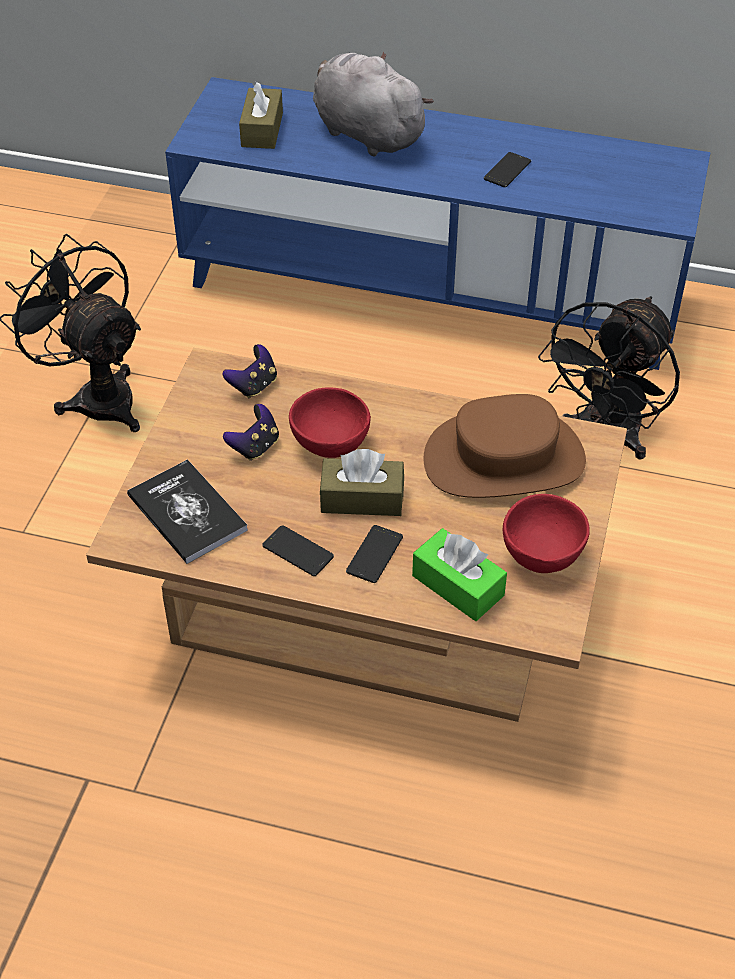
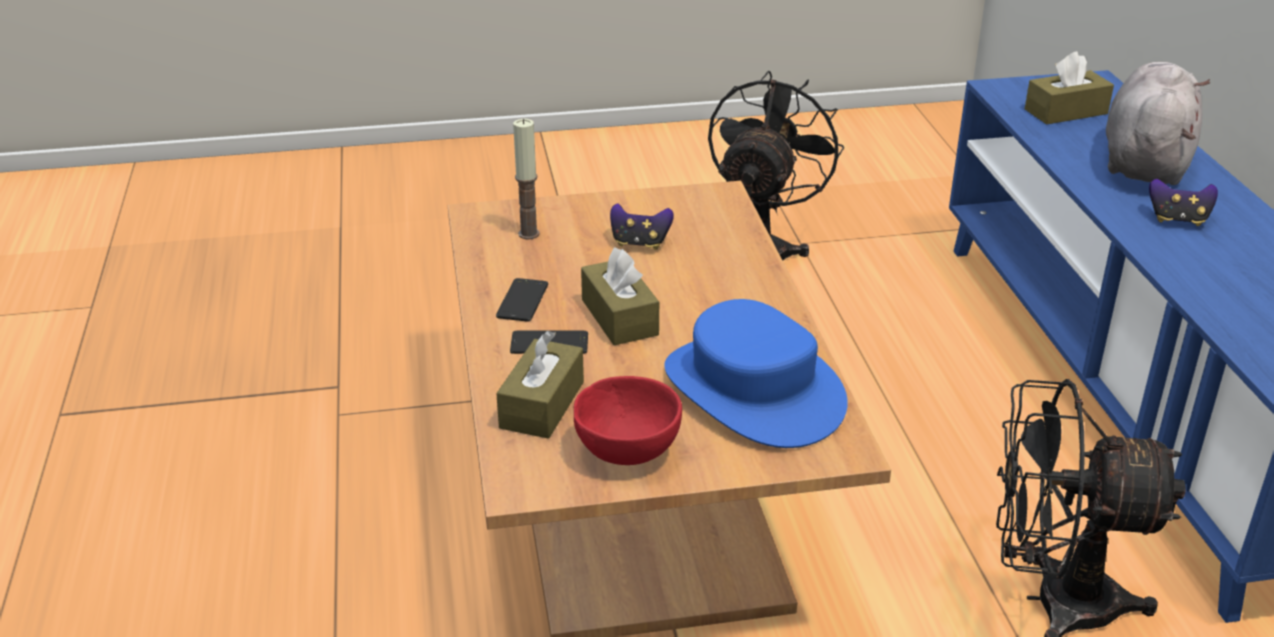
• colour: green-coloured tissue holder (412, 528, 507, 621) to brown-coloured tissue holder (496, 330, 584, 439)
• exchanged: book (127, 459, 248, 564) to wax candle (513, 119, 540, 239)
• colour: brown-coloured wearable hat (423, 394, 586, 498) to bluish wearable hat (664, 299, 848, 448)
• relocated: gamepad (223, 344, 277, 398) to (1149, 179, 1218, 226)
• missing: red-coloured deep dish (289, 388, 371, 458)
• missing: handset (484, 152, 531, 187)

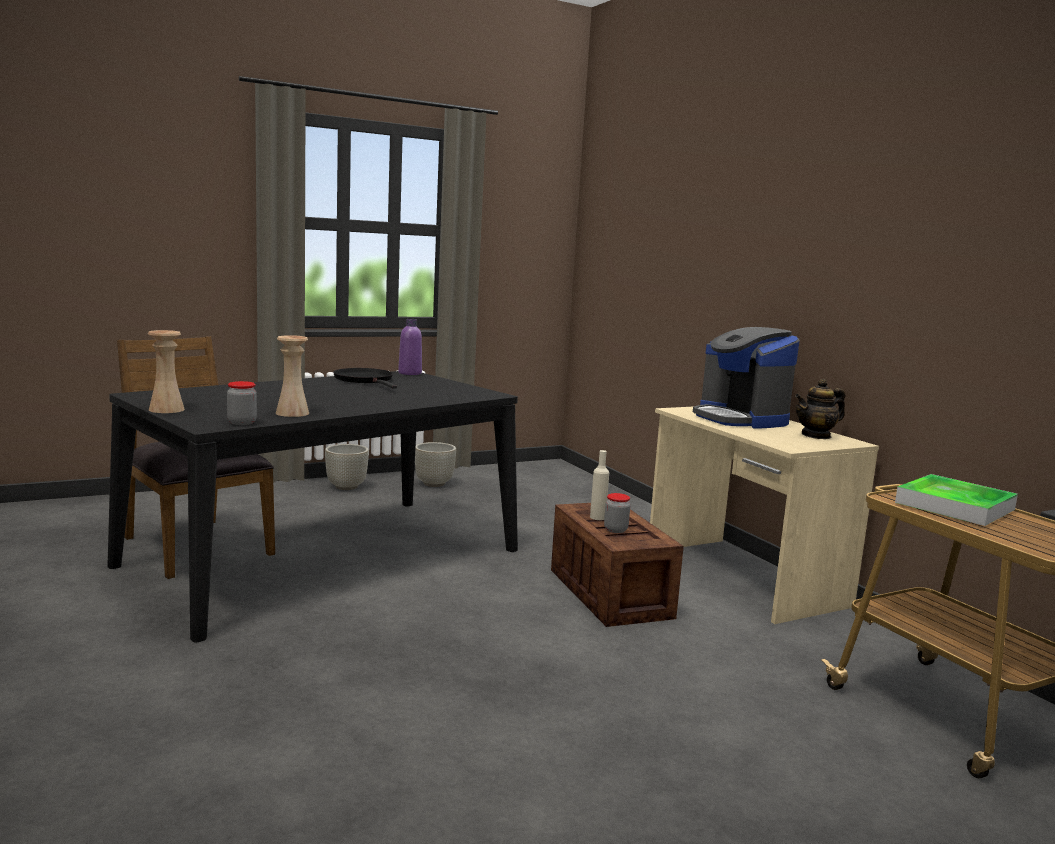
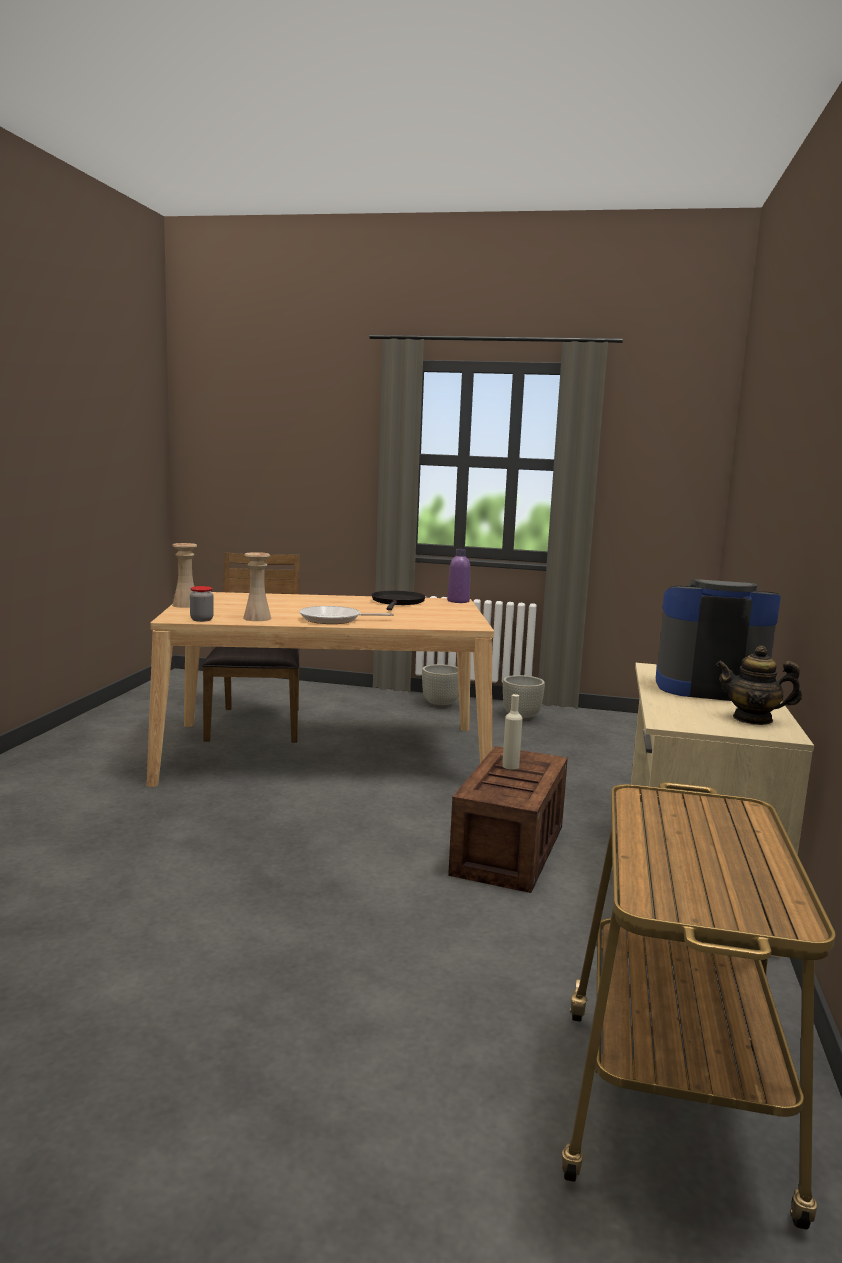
• colour: black-coloured kitchen table (107, 371, 518, 643) to sand-coloured kitchen table (147, 592, 494, 787)
• appeared: pan (299, 606, 394, 624)
• spun: coffee machine (693, 327, 800, 429) = (656, 579, 781, 701) 90 degrees clockwise
• missing: jar (604, 493, 630, 533)
• missing: carrying tray (895, 474, 1018, 526)

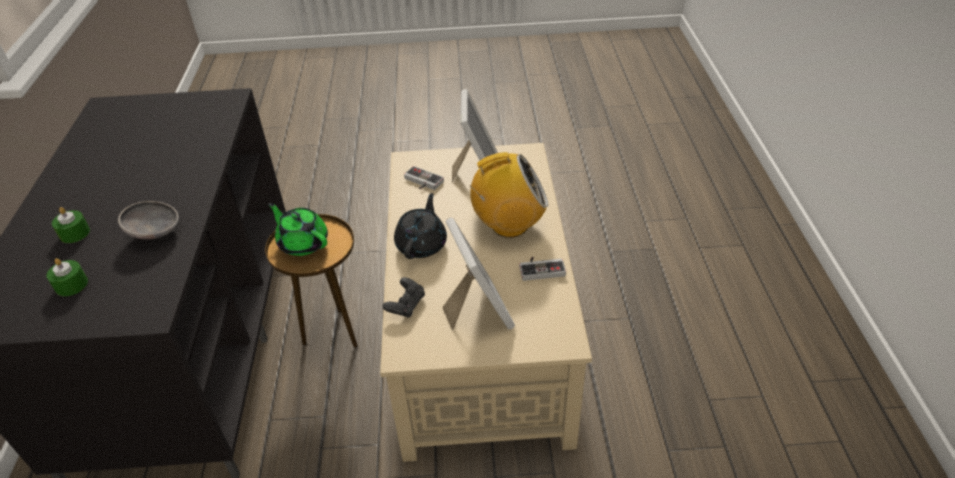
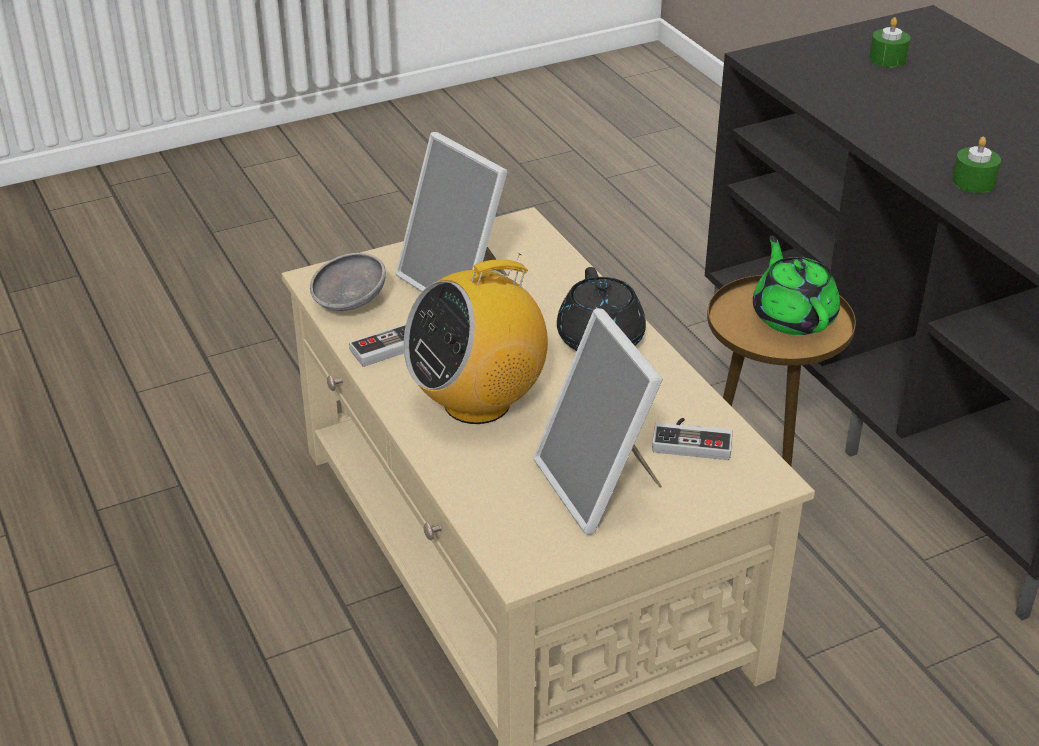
• relocated: gray deep dish (118, 201, 179, 239) to (310, 253, 386, 311)
• spun: green-coloured pot for tea (268, 203, 328, 256) = (753, 236, 840, 335) 120 degrees counterclockwise
• relocated: green-coloured wax candle (52, 207, 90, 243) to (952, 136, 1001, 193)
• missing: black-coloured gamepad (383, 277, 425, 318)

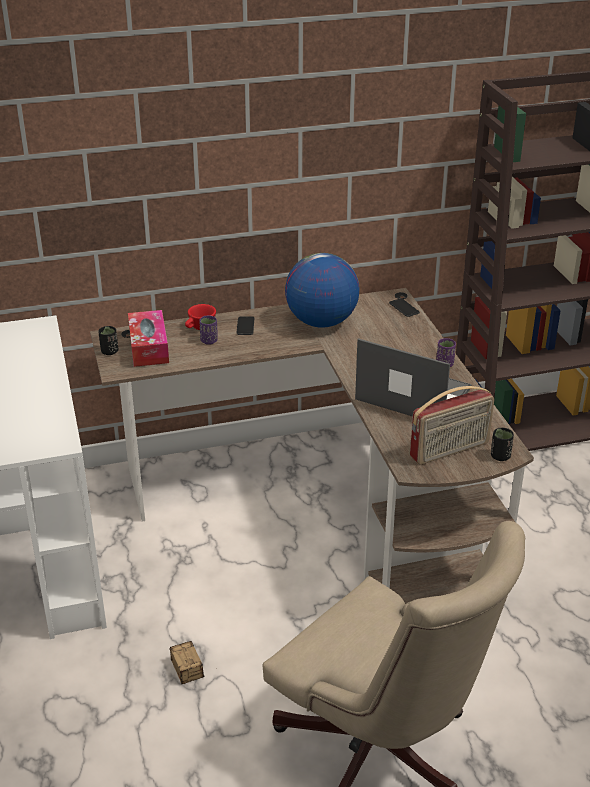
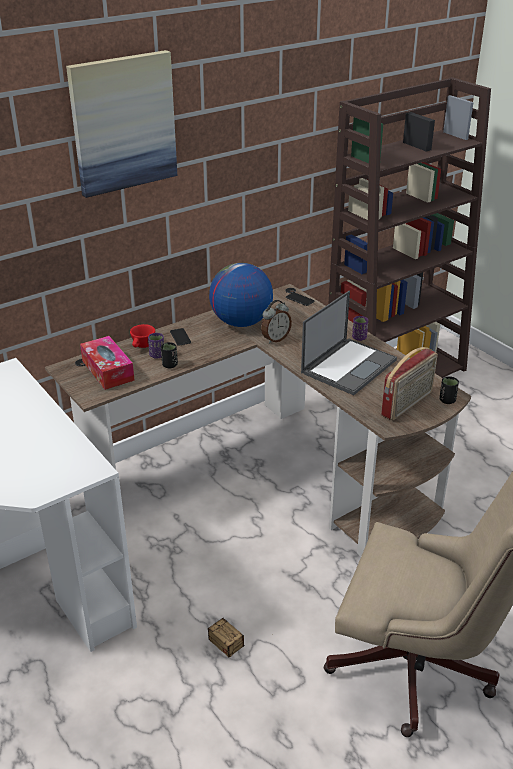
• appeared: wall art (66, 50, 177, 198)
• relocated: black-coloured drinking cup (98, 326, 118, 355) to (161, 342, 178, 369)
• appeared: alarm clock (261, 300, 292, 344)
• spun: laptop (355, 338, 472, 417) = (301, 291, 397, 395) 120 degrees clockwise

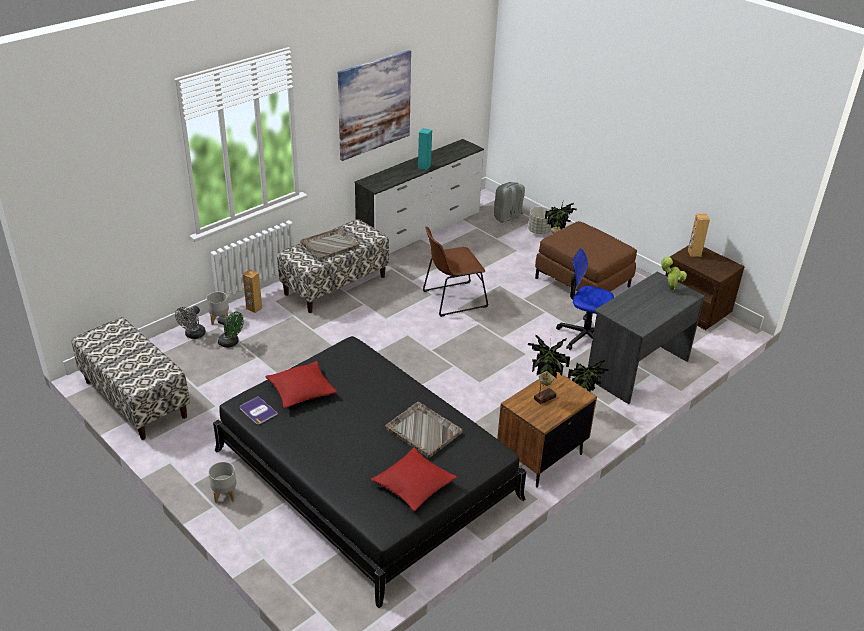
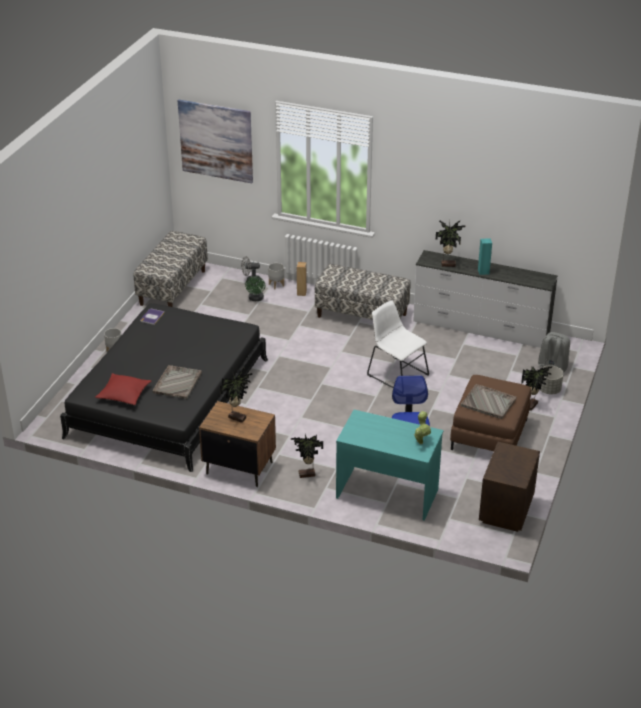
• relocated: wall art (338, 50, 411, 161) to (178, 100, 253, 183)
• colour: gray desk (588, 271, 705, 404) to blue-green desk (336, 410, 444, 521)
• colour: brown-coloured plain chair (423, 226, 489, 317) to white-coloured plain chair (367, 300, 430, 388)
• appeared: plant in a pot (436, 218, 465, 267)
• relocated: gray carrying tray (300, 228, 359, 261) to (461, 384, 517, 419)
• missing: red-coloured cushion (266, 361, 337, 409)
• missing: brown-coloured loudspeaker (688, 214, 710, 257)

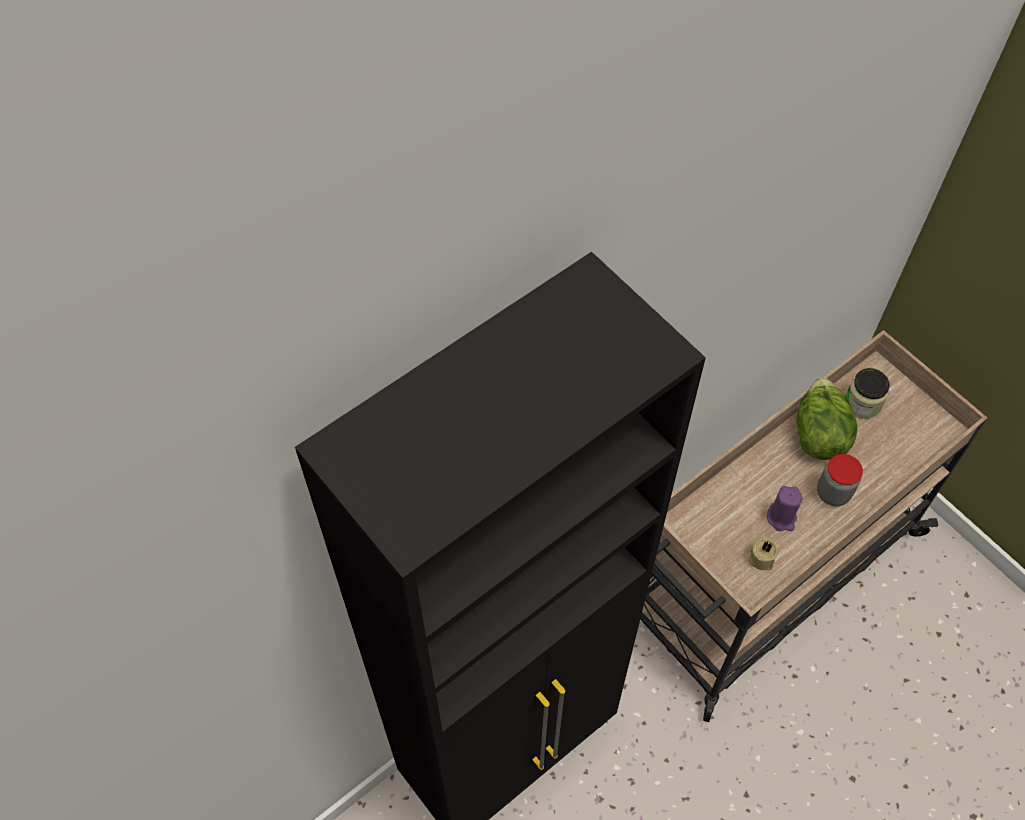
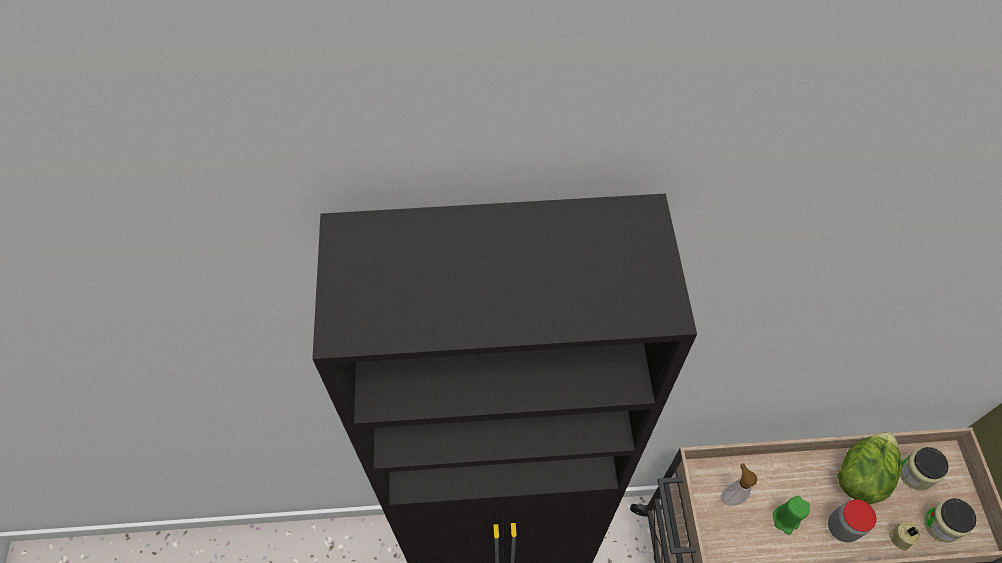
• appeared: liquid soap bottle (721, 463, 757, 506)
• colour: purplish wax candle (767, 486, 803, 531) to green-coloured wax candle (773, 496, 810, 535)
• relocated: sand-coloured wax candle (748, 538, 778, 570) to (889, 521, 921, 551)
• appeared: jar (923, 498, 976, 543)

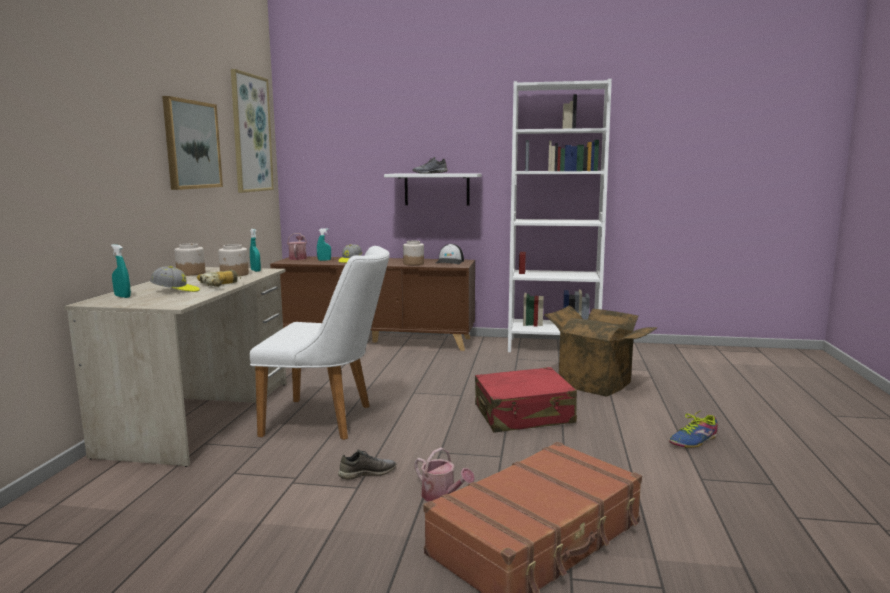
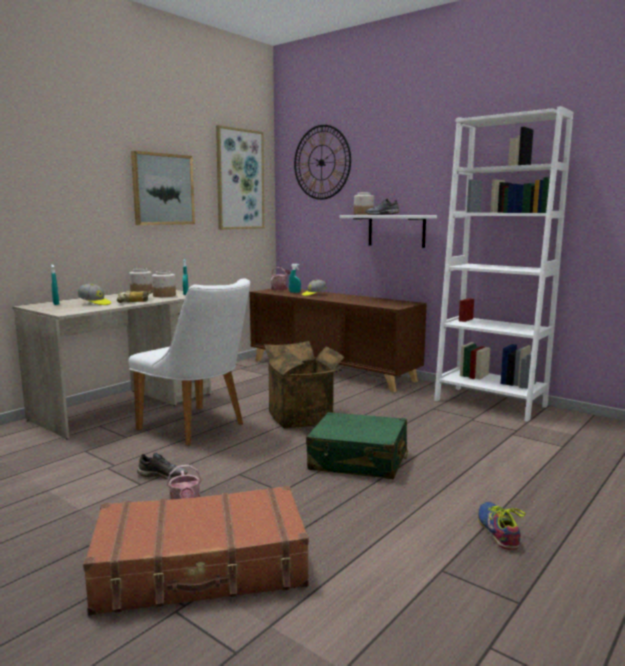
• relocated: cardboard box (543, 305, 658, 397) to (264, 341, 345, 428)
• appeared: hanging clock (294, 125, 351, 200)
• colour: red-coloured travel case (475, 367, 577, 433) to green-coloured travel case (306, 412, 408, 479)
• relocated: jar (403, 241, 424, 265) to (354, 192, 374, 215)
• spun: item of footwear (669, 409, 718, 448) = (478, 502, 525, 550) 90 degrees clockwise
• missing: cap (436, 244, 464, 264)

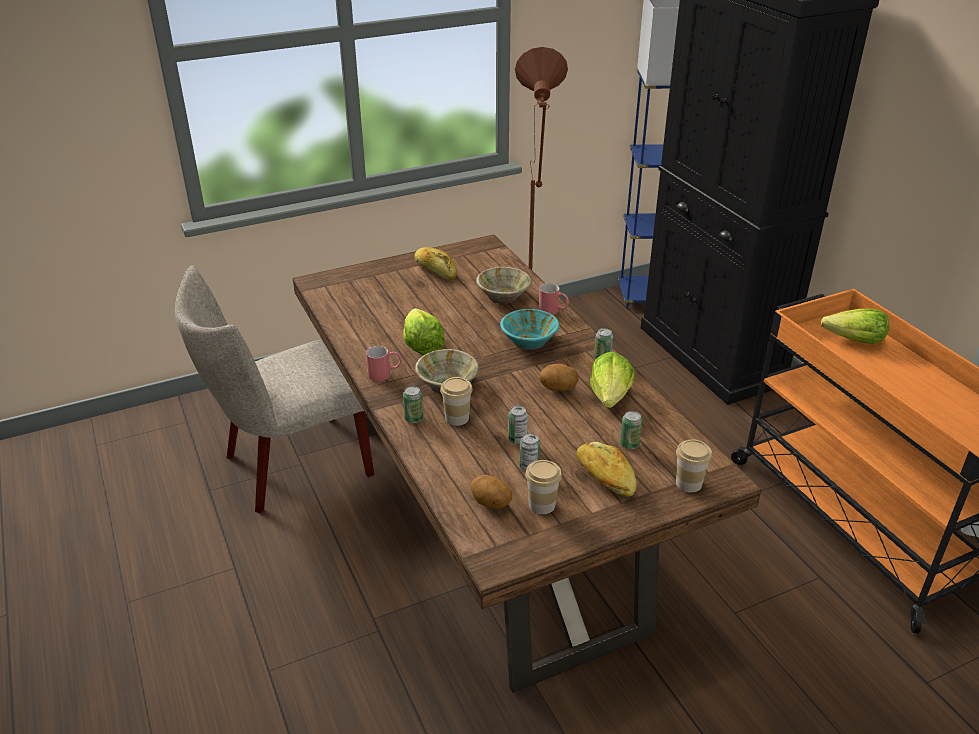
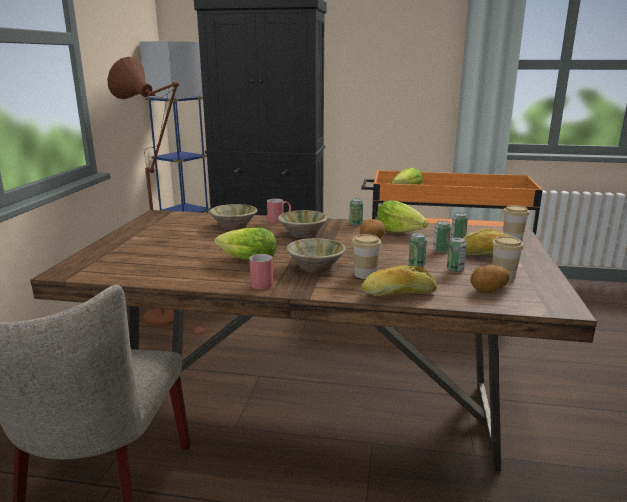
• colour: blue-green deep dish (500, 309, 559, 350) to sand-coloured deep dish (278, 210, 328, 238)
• relocated: bread (415, 247, 457, 280) to (361, 265, 437, 296)
• relocated: metal can (403, 386, 423, 423) to (433, 221, 451, 252)

